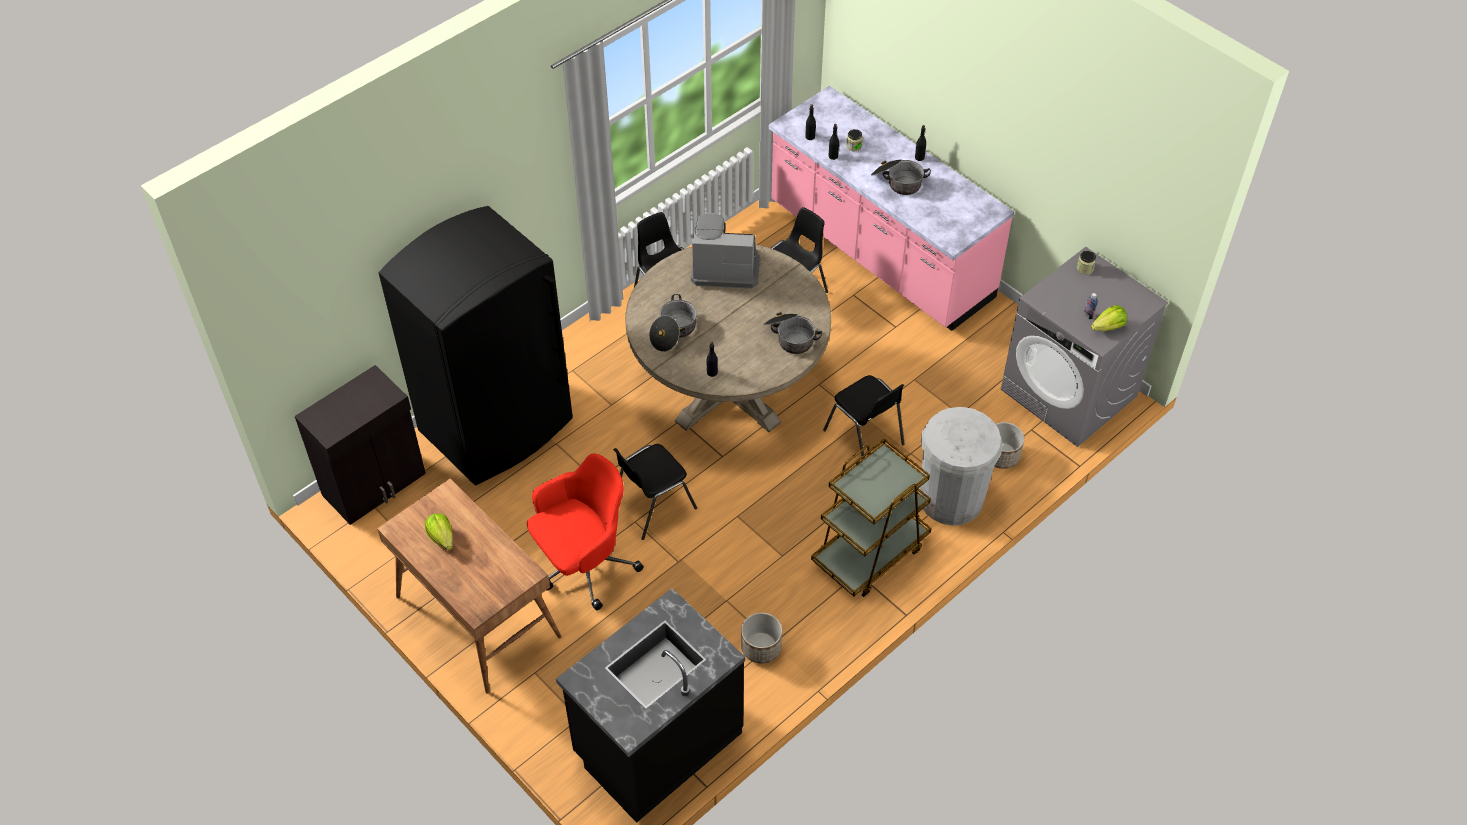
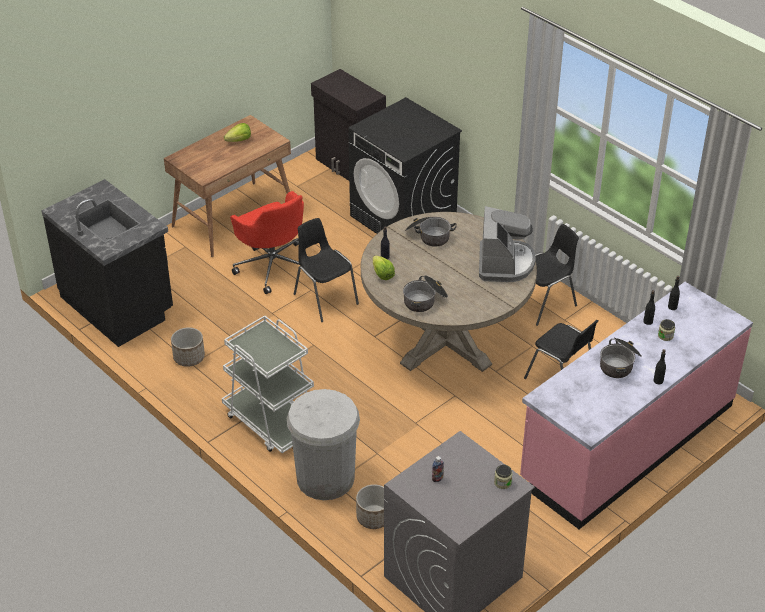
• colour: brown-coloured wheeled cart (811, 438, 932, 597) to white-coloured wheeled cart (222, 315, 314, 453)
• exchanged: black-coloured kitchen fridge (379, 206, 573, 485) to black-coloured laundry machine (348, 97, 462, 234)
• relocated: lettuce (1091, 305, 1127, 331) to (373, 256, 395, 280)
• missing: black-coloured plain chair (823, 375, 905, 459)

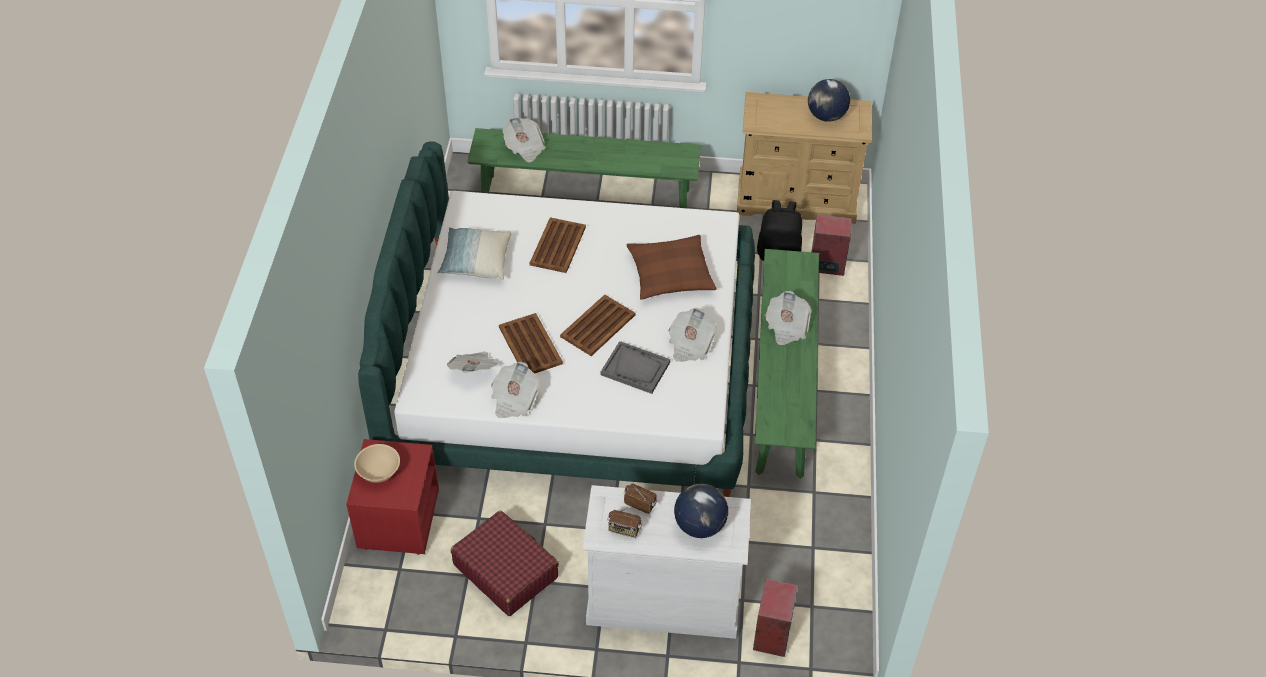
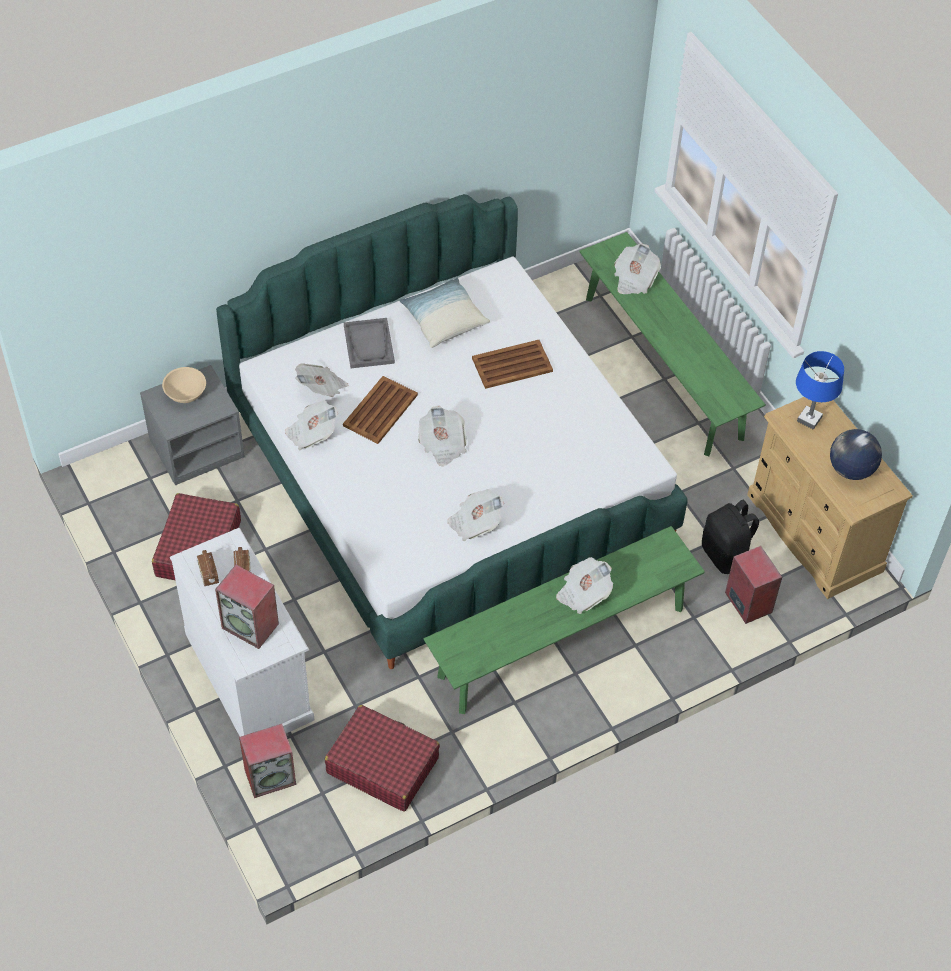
• colour: red-coloured night table (346, 439, 439, 555) to gray night table (140, 365, 245, 486)
• exchanged: globe (674, 484, 728, 538) to loudspeaker (215, 565, 279, 649)
• appeared: red-coloured travel case (325, 705, 440, 811)
• relocated: gray carrying tray (601, 341, 670, 394) to (344, 318, 395, 368)
• exchanged: brown-coloured carrying tray (560, 295, 635, 356) to printed paper (418, 406, 467, 467)
• appeared: bluish lamp for a table (796, 351, 844, 430)
• missing: brown-coloured cushion (626, 235, 716, 300)

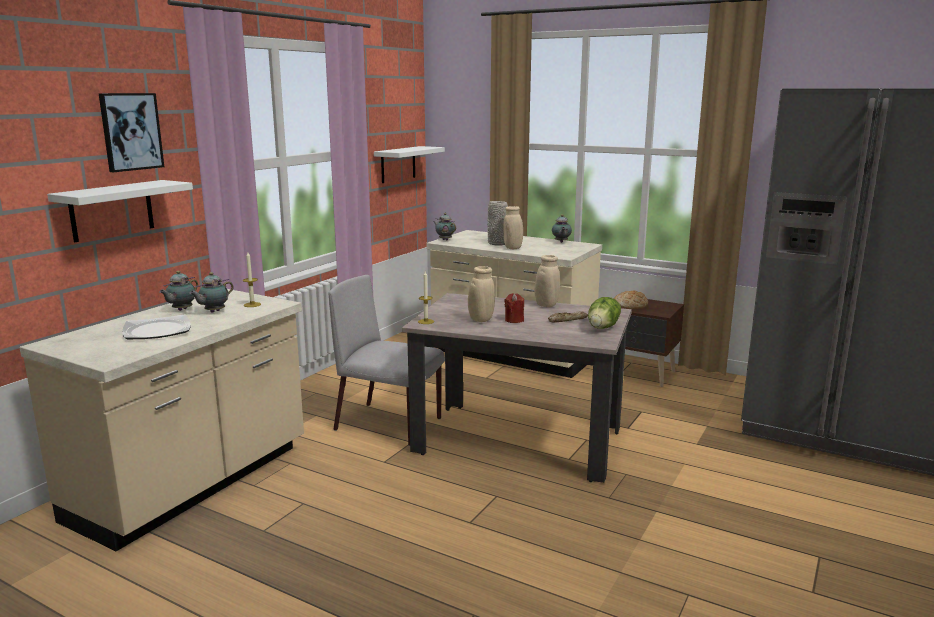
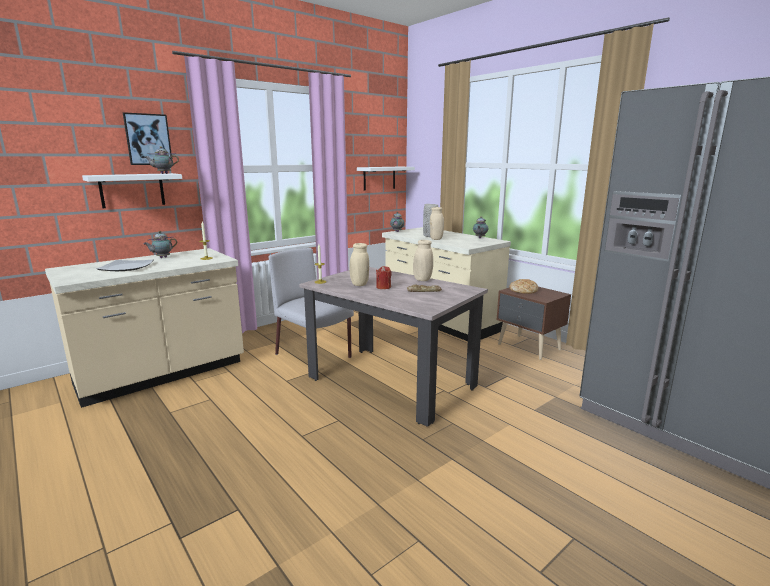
• relocated: pot for tea (189, 272, 234, 313) to (144, 146, 179, 174)
• missing: lettuce (588, 297, 621, 329)

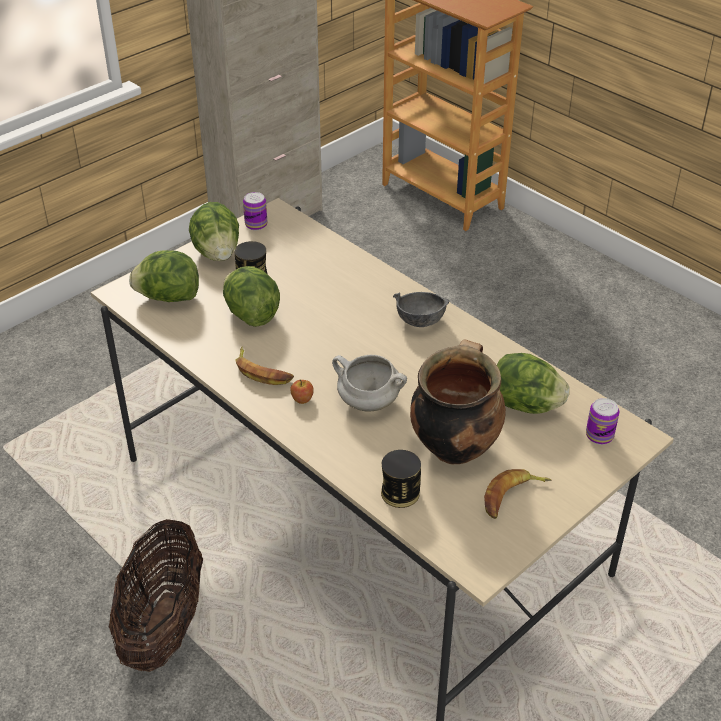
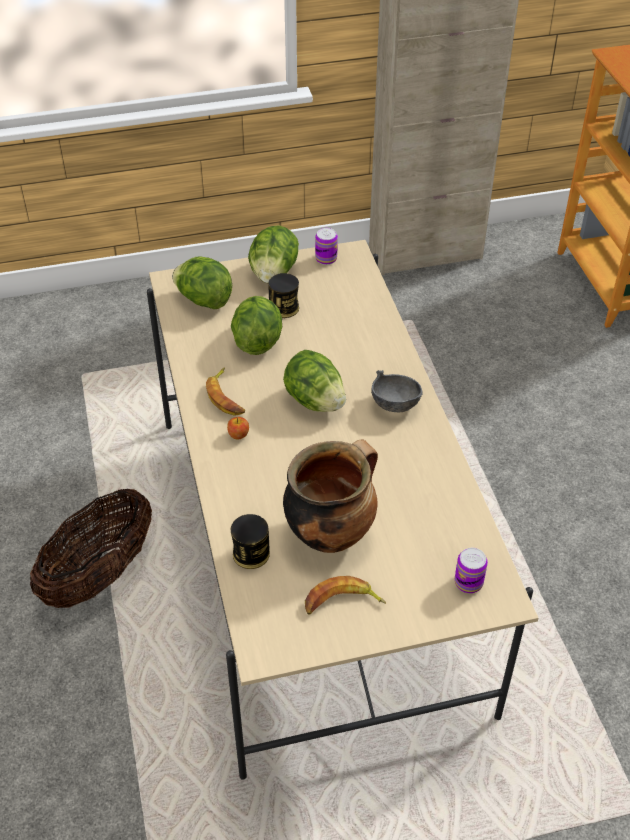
• relocated: lettuce (497, 353, 570, 414) to (283, 350, 346, 412)
• missing: white-coloured stockpot (332, 355, 407, 411)

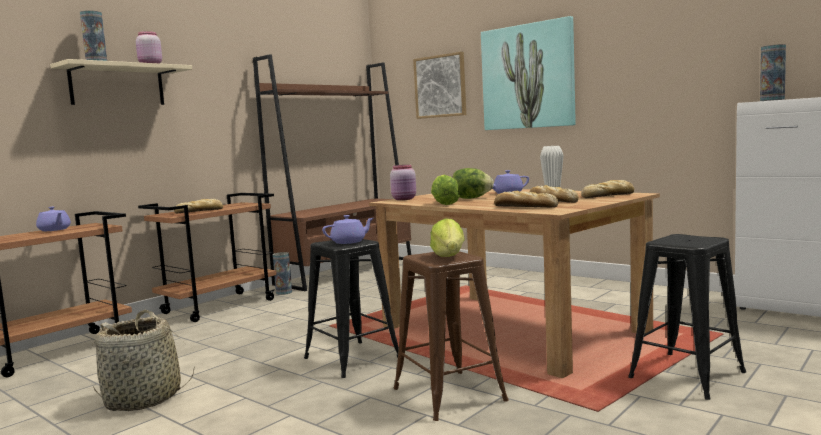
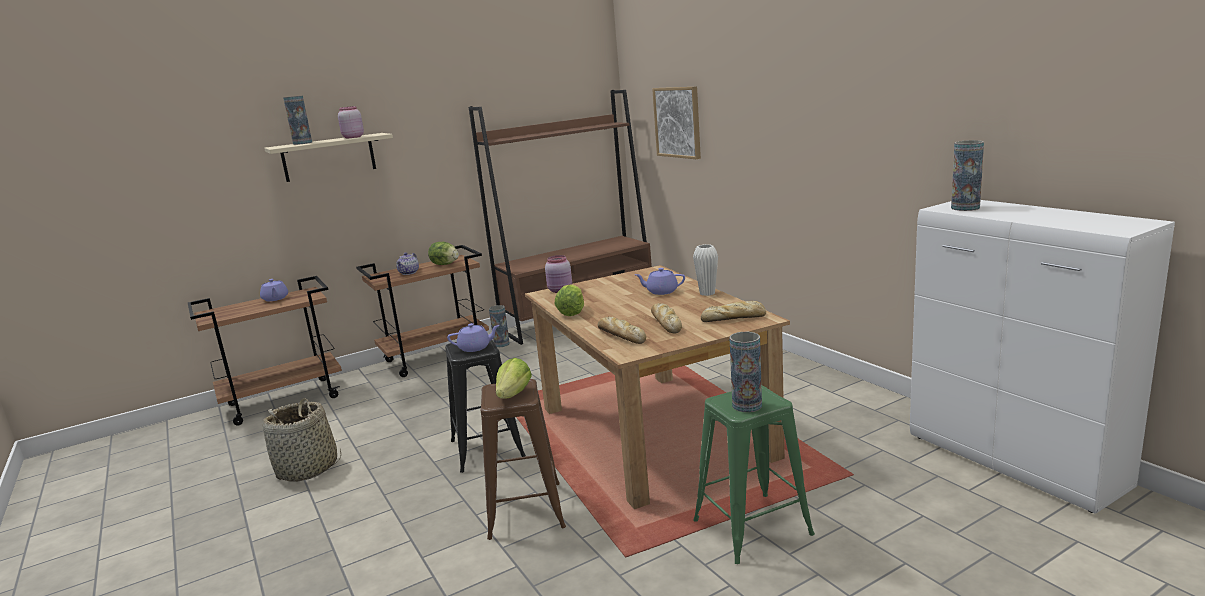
• exchanged: bread (174, 199, 223, 214) to pot for tea (396, 252, 419, 275)
• relocated: lettuce (452, 168, 494, 199) to (428, 242, 459, 265)
• colour: black-coloured stool seat (628, 234, 746, 400) to green-coloured stool seat (693, 385, 815, 564)
• appeared: flower vase (730, 332, 762, 412)
• missing: wall art (481, 16, 576, 130)

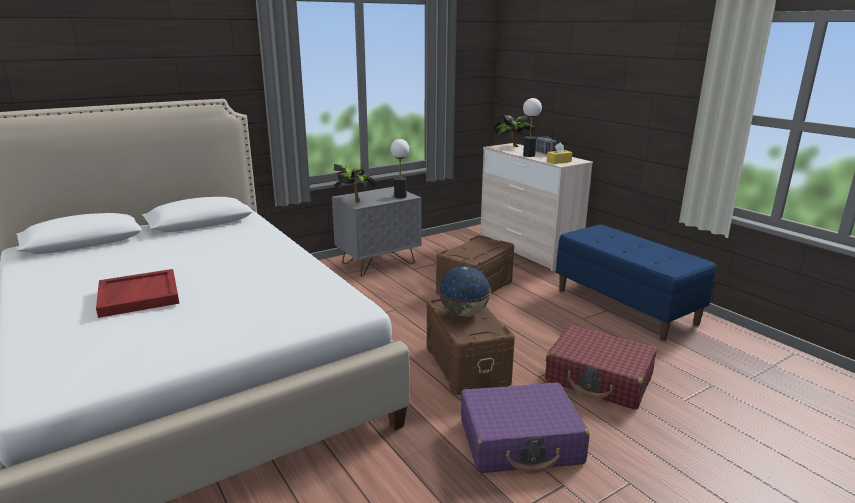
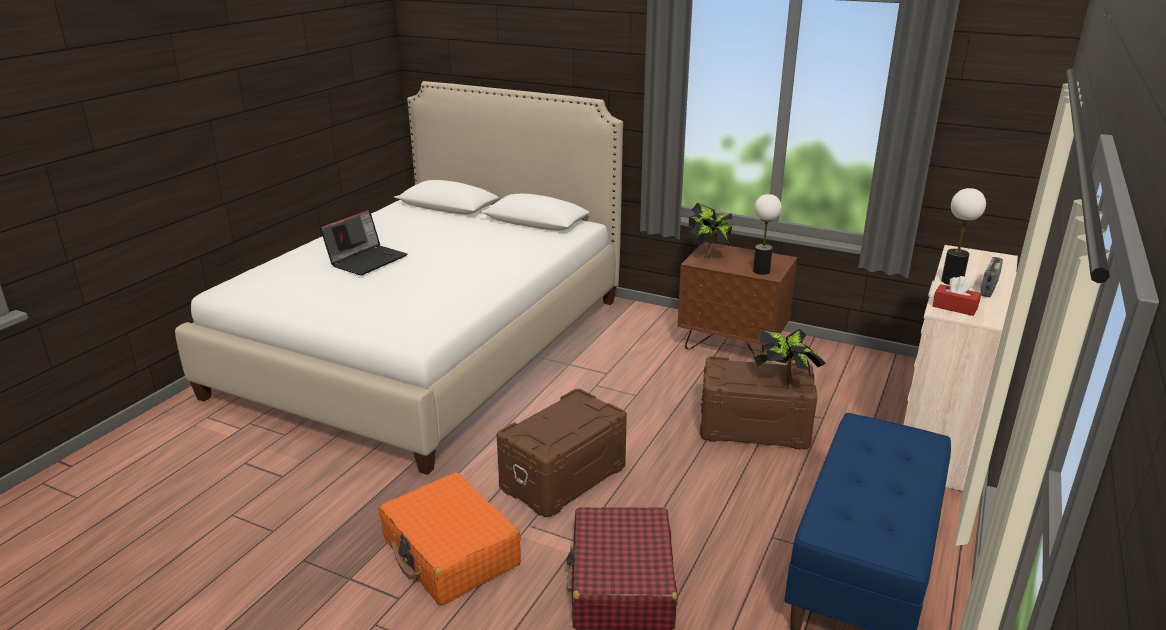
• exchanged: red-coloured carrying tray (96, 269, 179, 318) to laptop (320, 208, 407, 275)
• colour: purplish travel case (461, 382, 590, 474) to orangey travel case (379, 472, 521, 605)
• colour: gray night table (332, 187, 422, 277) to brown-coloured night table (677, 242, 797, 363)
• relocated: plant in a pot (493, 115, 535, 147) to (754, 329, 826, 390)
• colour: yellow tissue holder (547, 142, 573, 164) to red-coloured tissue holder (933, 276, 981, 316)
• missing: globe (438, 266, 491, 317)

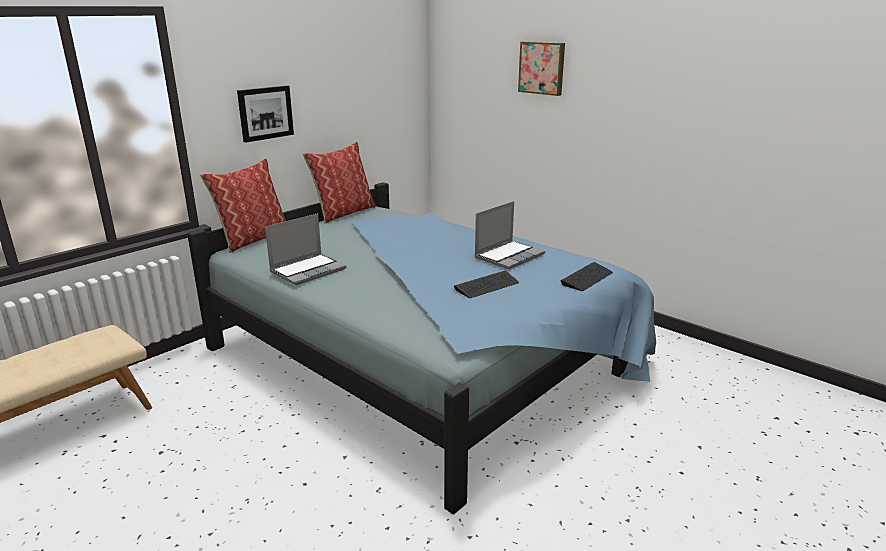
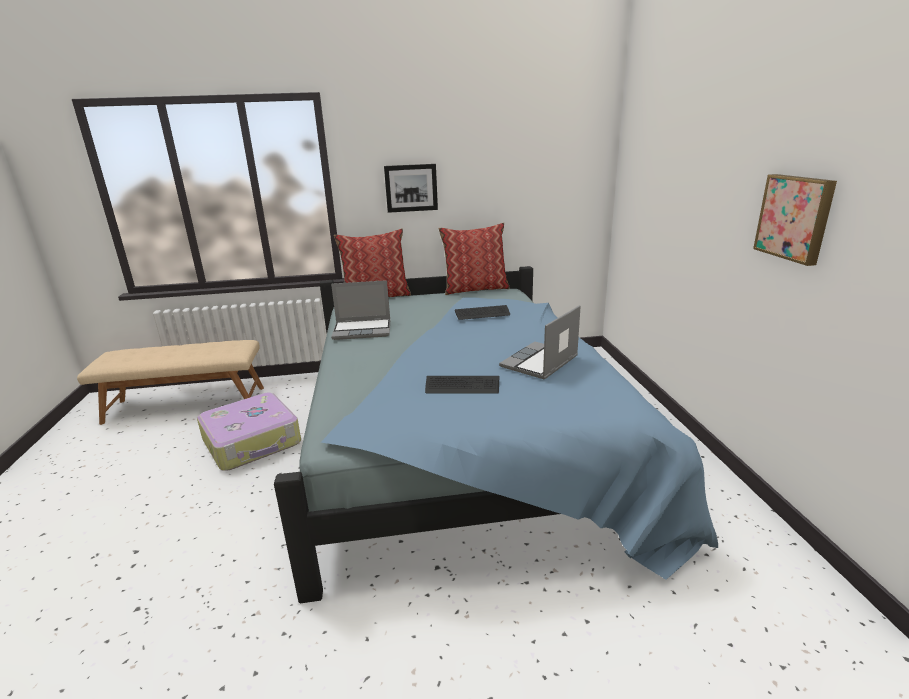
• appeared: travel case (197, 392, 301, 471)
• relocated: keyboard (560, 262, 613, 291) to (455, 305, 510, 320)
• spun: laptop (474, 201, 545, 269) = (499, 305, 581, 380) 135 degrees clockwise
• relocated: wall art (518, 41, 565, 96) to (753, 174, 837, 266)

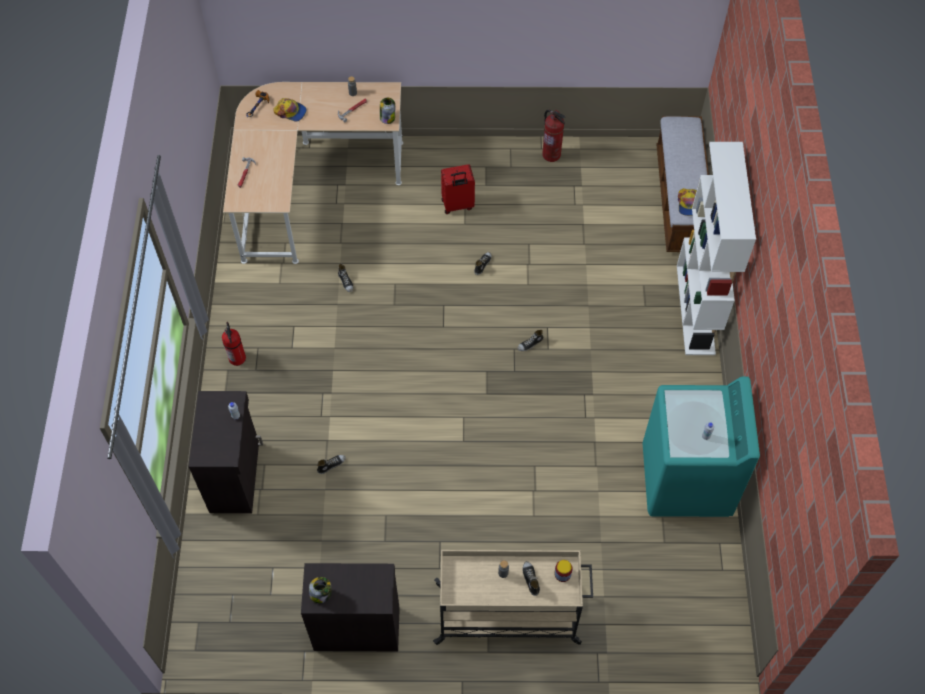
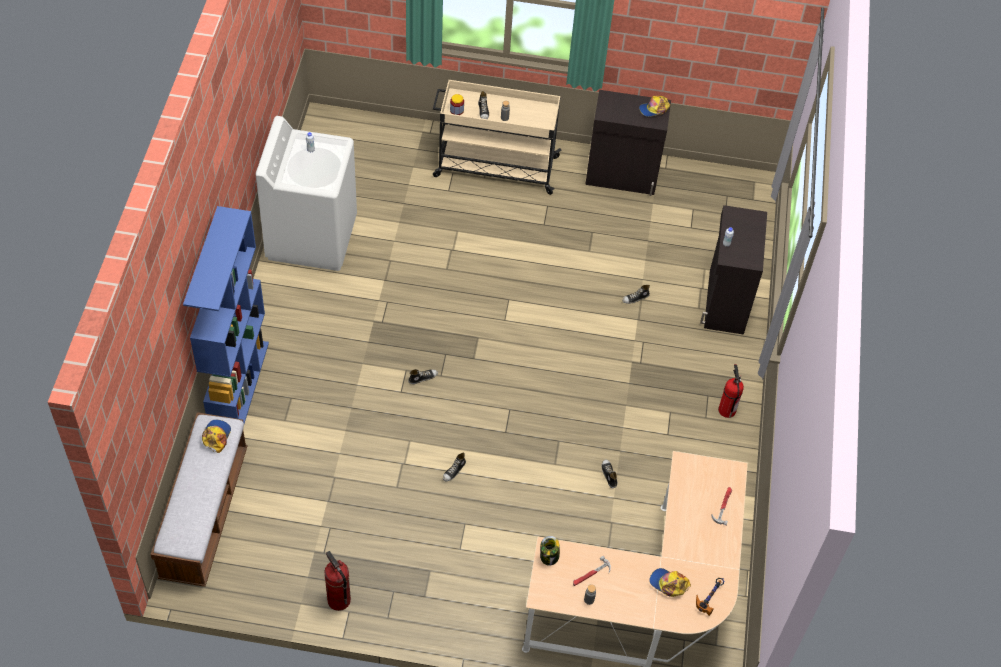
• colour: white-coloured bookshelf (677, 142, 756, 355) to bluish bookshelf (183, 206, 269, 424)
• colour: blue-green laundry machine (643, 376, 760, 517) to white-coloured laundry machine (256, 116, 357, 271)
• exchanged: jar (309, 577, 332, 603) to cap (639, 96, 670, 117)
• missing: red-coloured travel case (441, 164, 475, 214)

